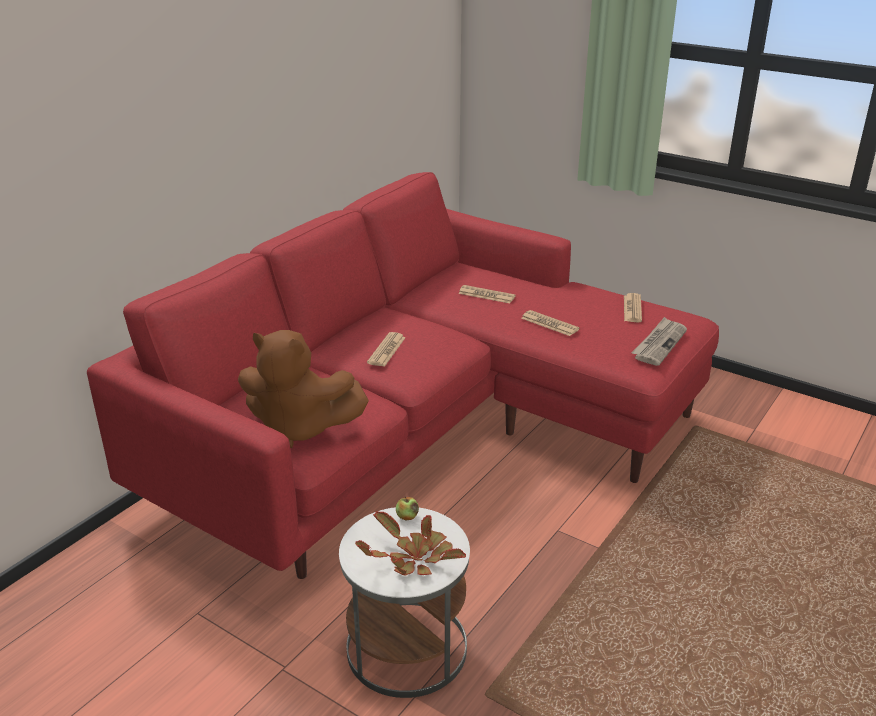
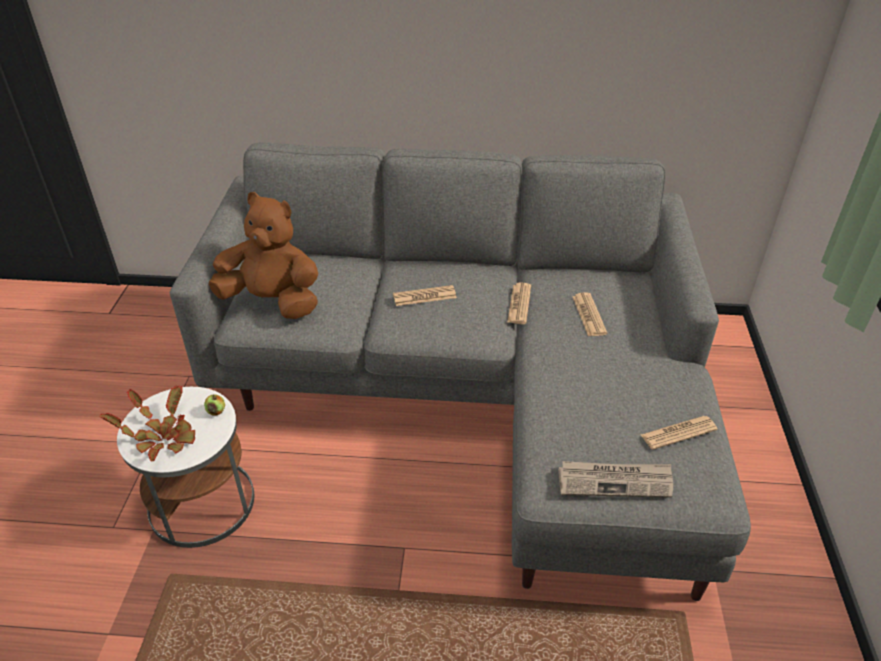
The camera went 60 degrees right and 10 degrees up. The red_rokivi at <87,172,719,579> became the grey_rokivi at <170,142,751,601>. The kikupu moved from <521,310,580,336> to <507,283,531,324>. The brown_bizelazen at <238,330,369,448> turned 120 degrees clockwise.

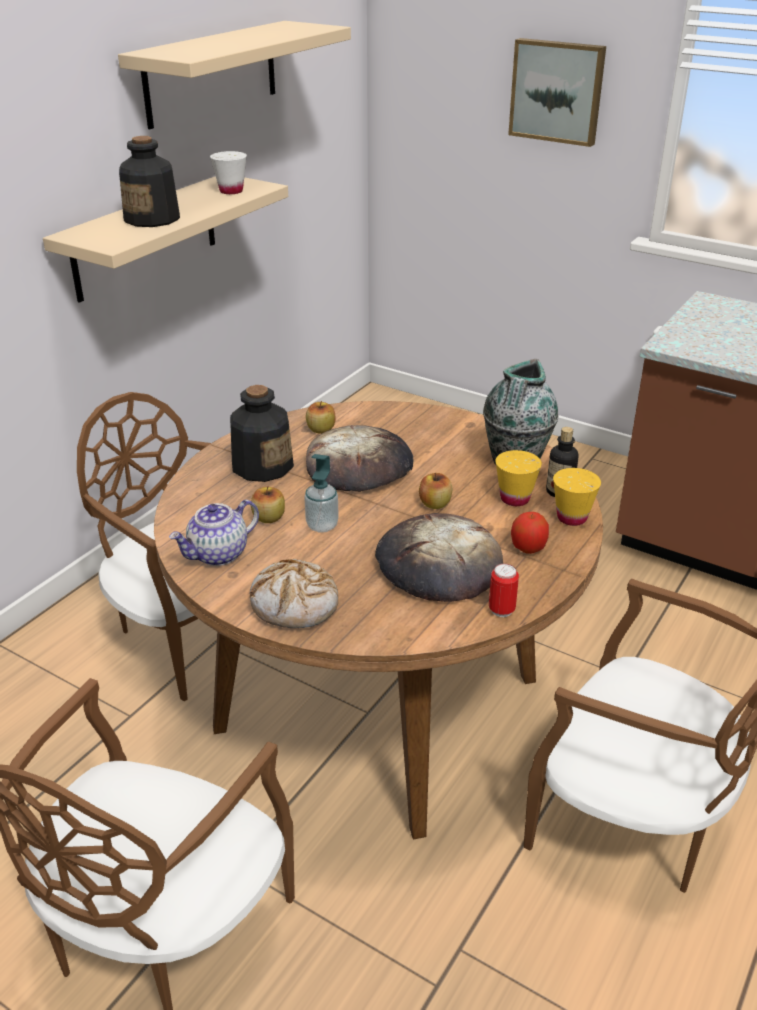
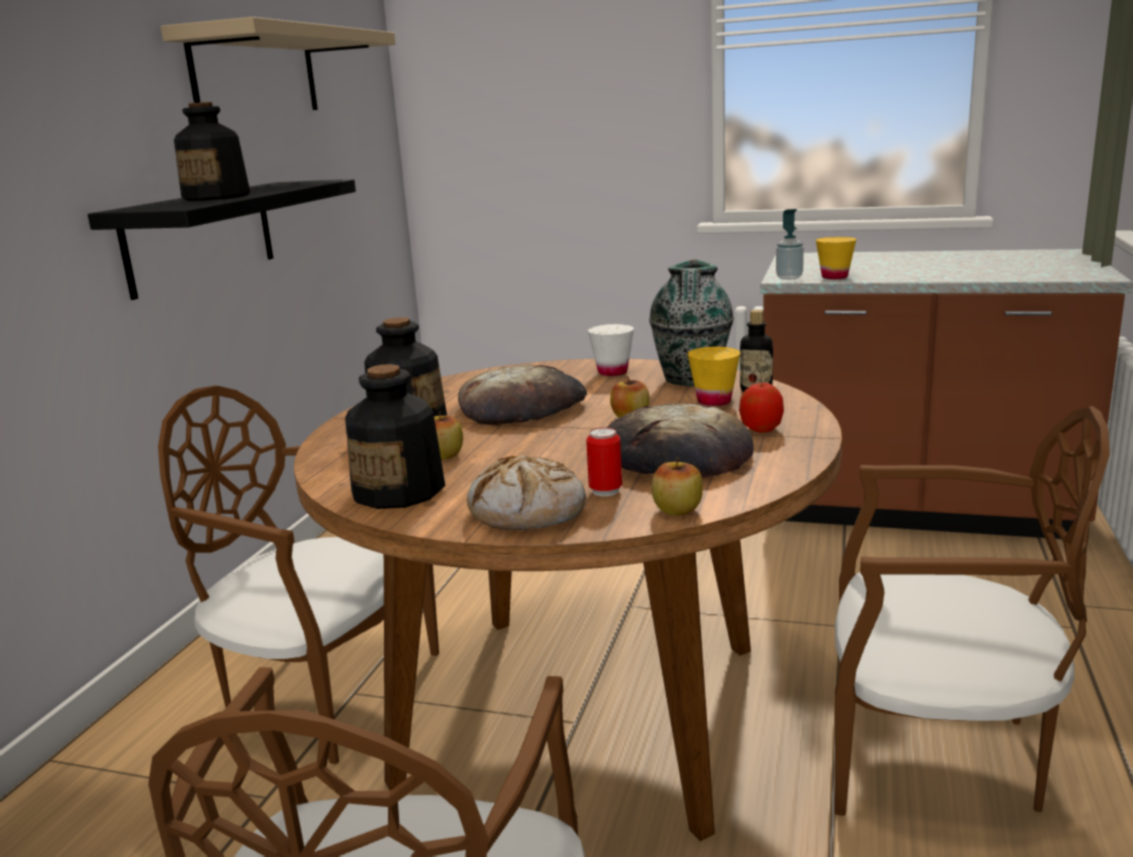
The camera went 15 degrees left and 15 degrees down. The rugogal at <508,38,606,147> disappeared. The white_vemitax moved from <210,151,247,194> to <588,324,634,376>. The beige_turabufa at <43,176,288,303> became the black_turabufa at <88,179,356,300>. The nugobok moved from <306,401,335,434> to <651,458,703,515>. The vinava moved from <304,454,339,533> to <776,209,804,280>. The yellow_vemitax moved from <553,468,601,526> to <816,237,856,279>. The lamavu at <169,500,259,566> was replaced by the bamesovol at <345,364,445,509>. The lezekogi moved from <489,564,519,617> to <586,427,622,496>.

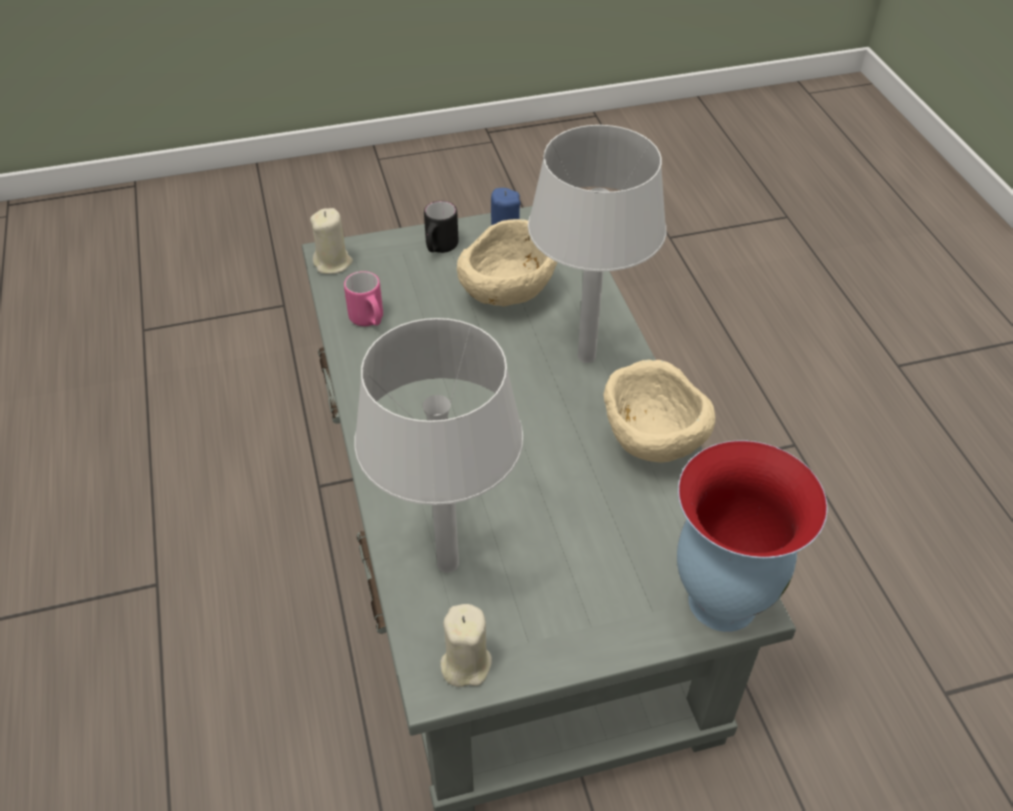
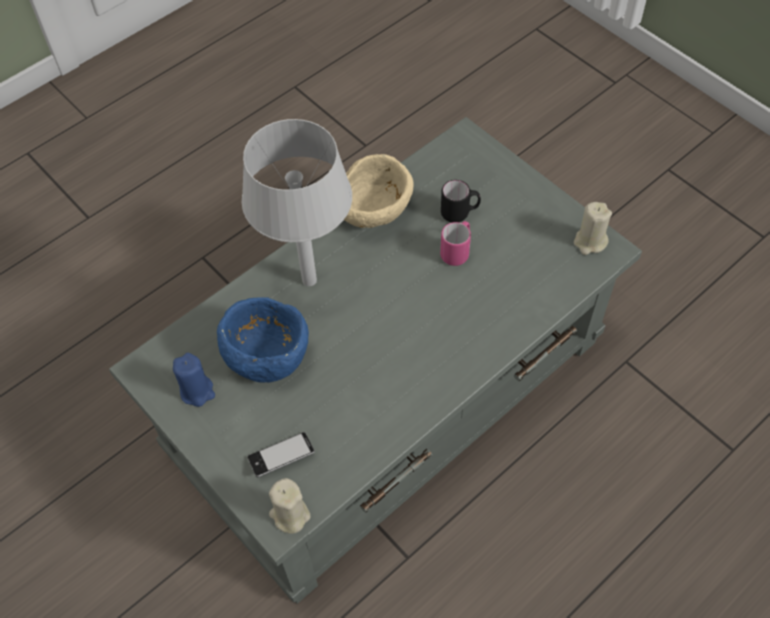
The camera went 115 degrees left and 10 degrees up. The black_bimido moved from <424,201,458,253> to <441,180,481,223>. The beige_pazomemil at <457,219,557,307> became the blue_pazomemil at <217,297,309,382>. The pink_bimido moved from <344,271,383,326> to <440,221,471,266>. The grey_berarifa at <354,318,524,573> disappeared. The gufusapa at <677,440,828,632> disappeared. The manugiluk at <248,432,315,477> appeared.

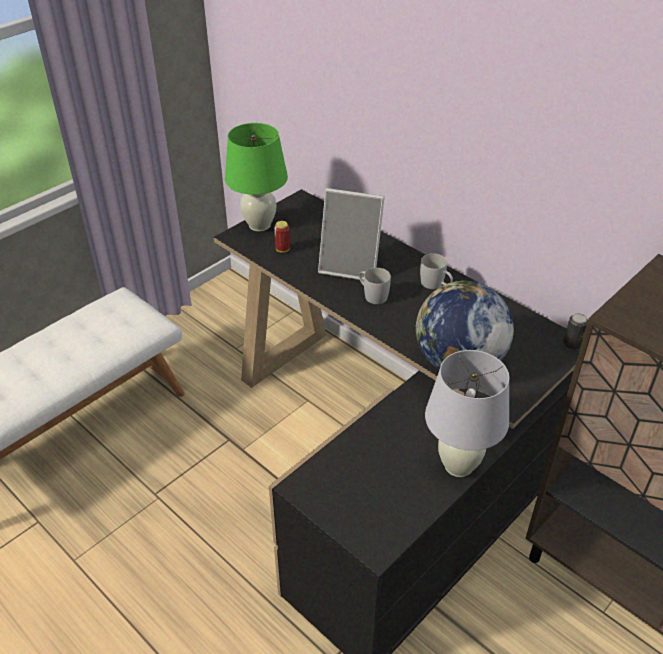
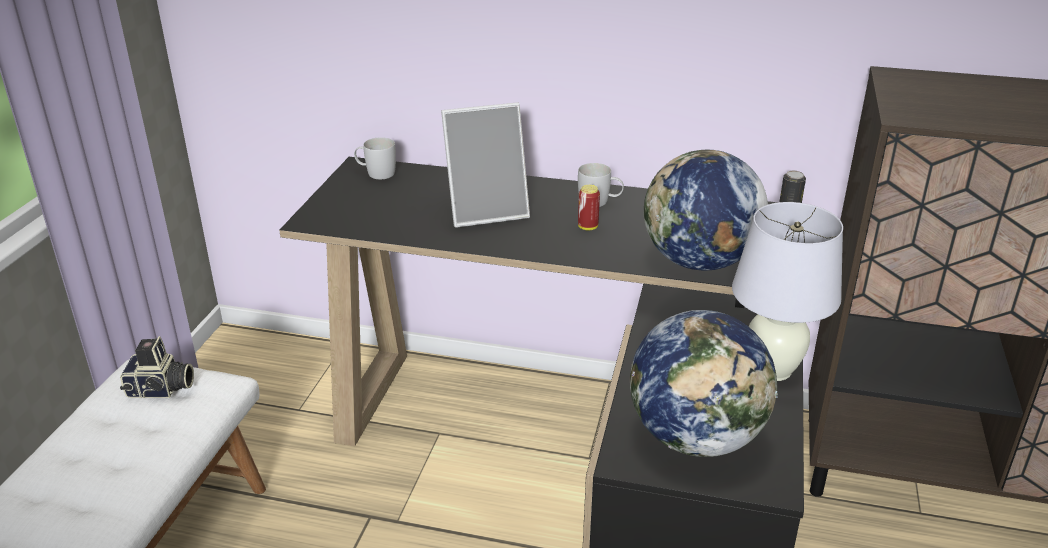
The camera went 30 degrees left and 10 degrees down. The green_berarifa at <225,123,288,231> disappeared. The lezekogi moved from <274,221,290,253> to <578,185,600,231>. The white_bimido moved from <359,268,391,304> to <354,137,396,179>. The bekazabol at <630,310,778,457> appeared. The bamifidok at <120,336,194,398> appeared.

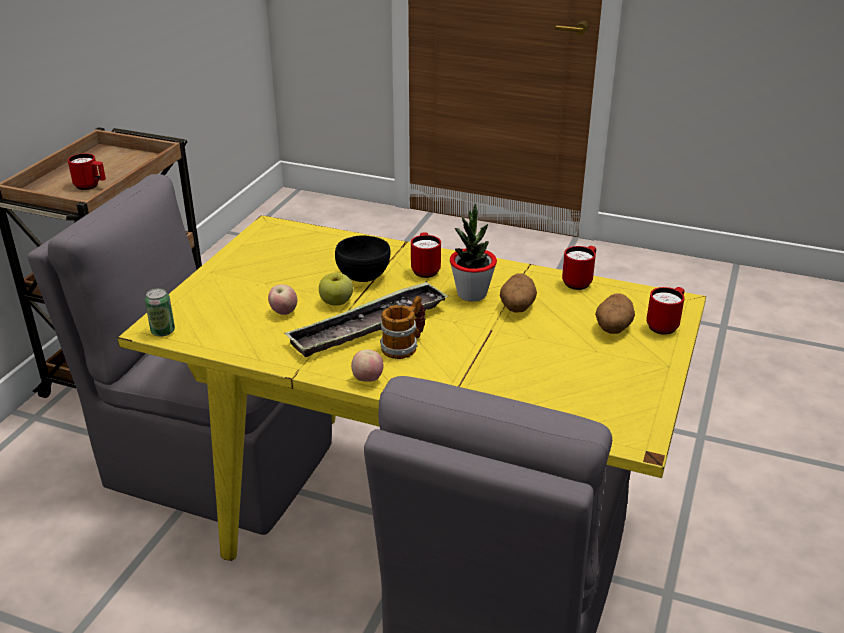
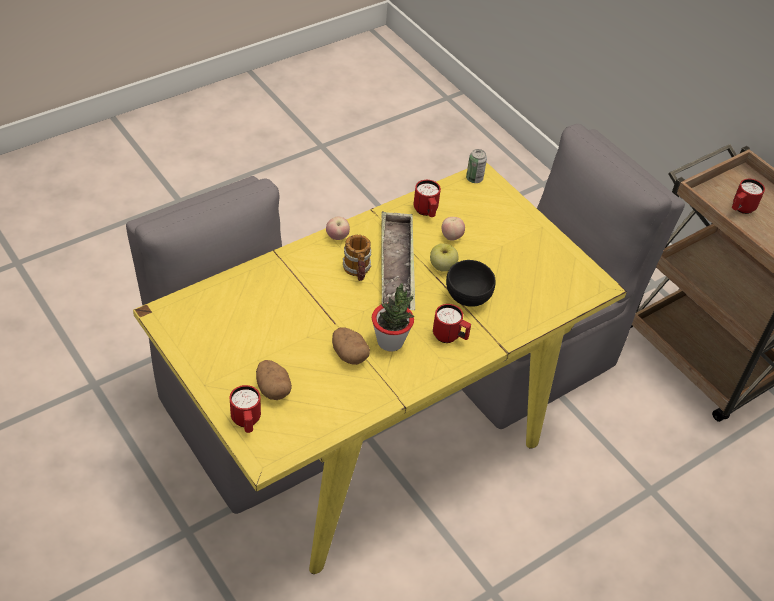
The camera went 120 degrees right and 15 degrees up. The red_bimido moved from <562,246,596,290> to <414,180,441,217>.

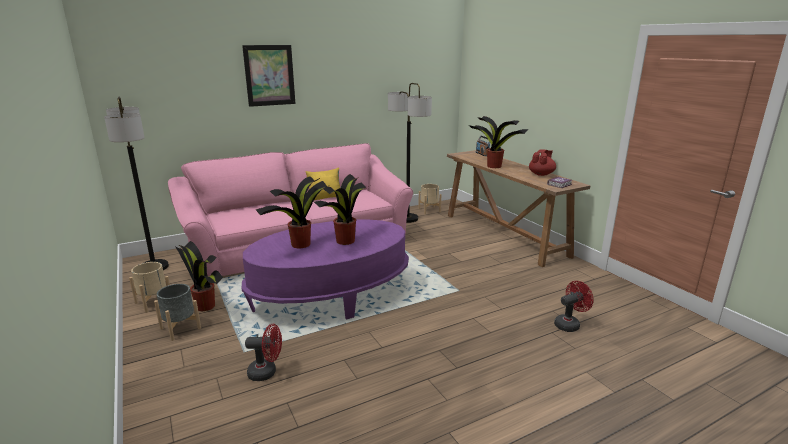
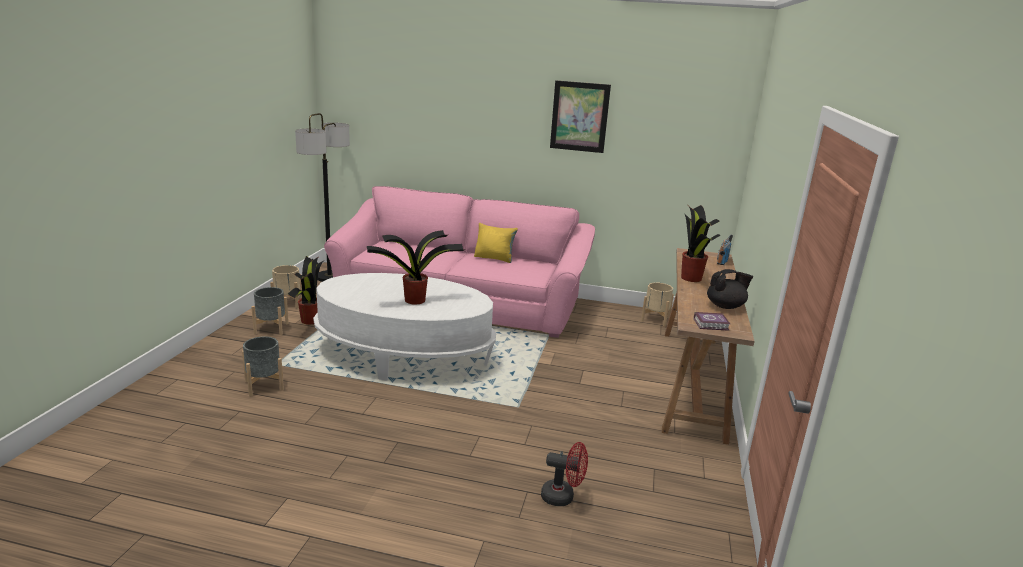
The camera went 40 degrees right and 0 degrees up. The rugogal moved from <242,45,295,107> to <550,80,611,153>. The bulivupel at <388,83,432,223> disappeared. The red_lamavu at <529,149,556,176> became the black_lamavu at <707,269,753,309>. The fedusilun at <256,176,329,248> disappeared. The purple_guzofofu at <242,219,409,319> became the white_guzofofu at <313,273,496,381>. The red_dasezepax at <245,324,282,381> was replaced by the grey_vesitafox at <242,336,284,396>.

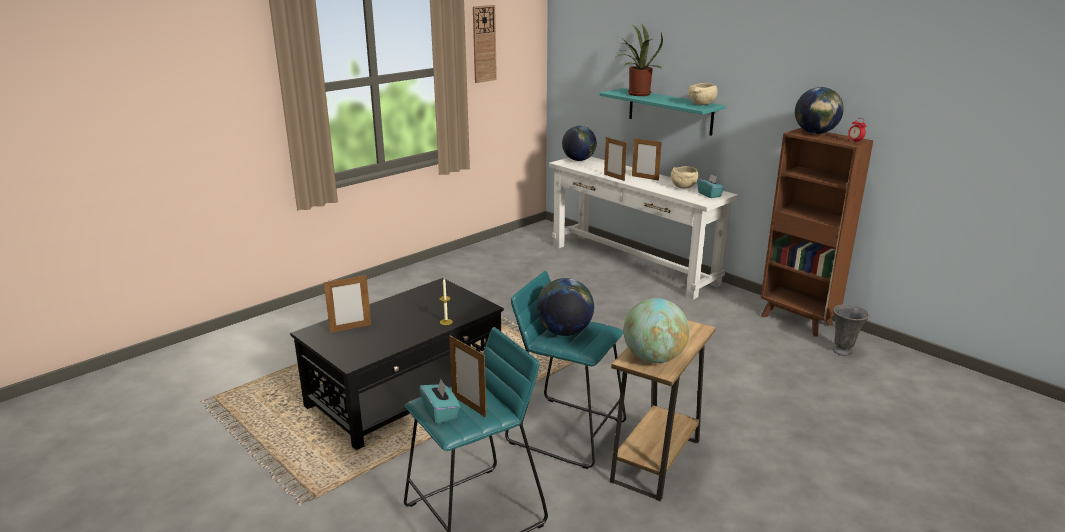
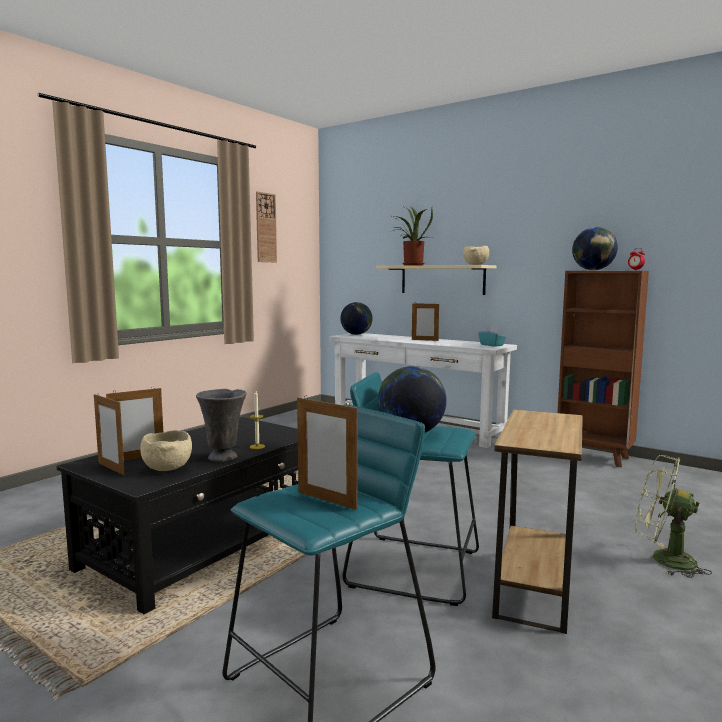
The camera went 10 degrees left and 15 degrees down. The turquoise_turabufa at <599,88,725,136> became the beige_turabufa at <376,265,497,295>. The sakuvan moved from <604,137,627,181> to <94,393,125,475>. The beige_pazomemil moved from <671,166,699,189> to <140,430,192,471>. The bekazabol at <623,298,689,363> disappeared. The grey_gufusapa moved from <833,304,870,356> to <196,389,247,462>. The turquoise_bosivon at <420,379,460,424> disappeared. The green_dasezepax at <635,455,712,578> appeared.

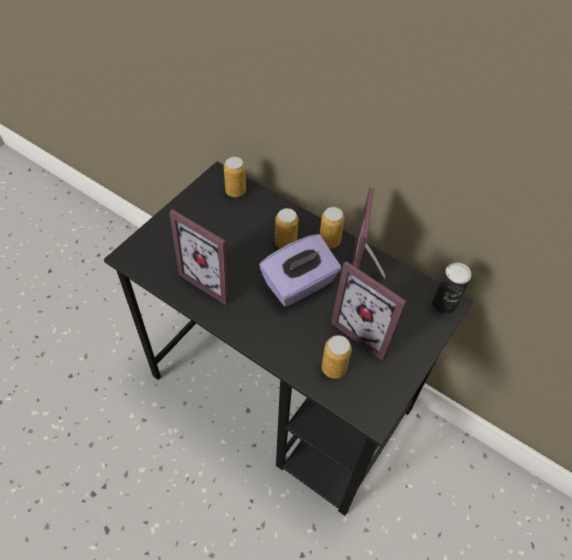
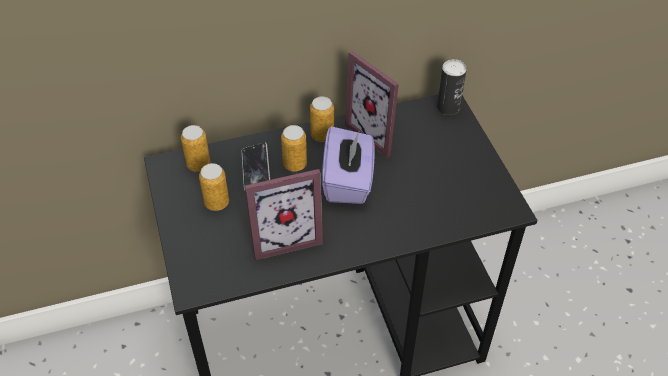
The camera went 50 degrees left and 5 degrees down. The sakuvan at <331,261,407,360> disappeared. The lezekogi moved from <322,335,352,379> to <199,163,229,211>. The manugiluk at <242,143,270,190> appeared.

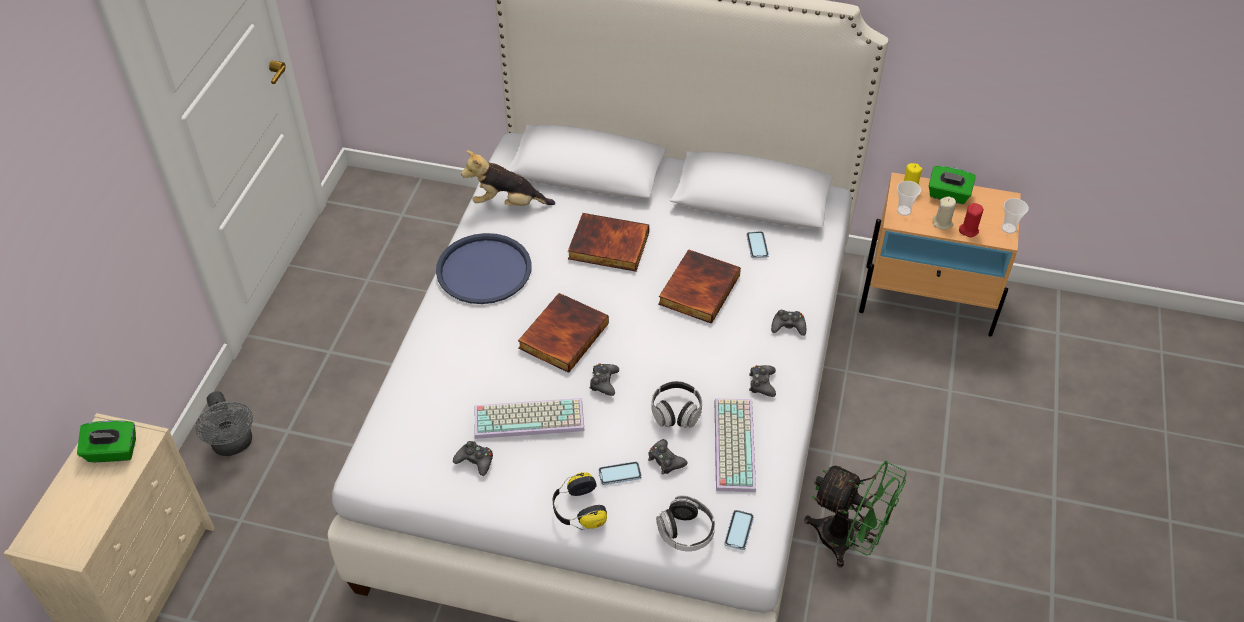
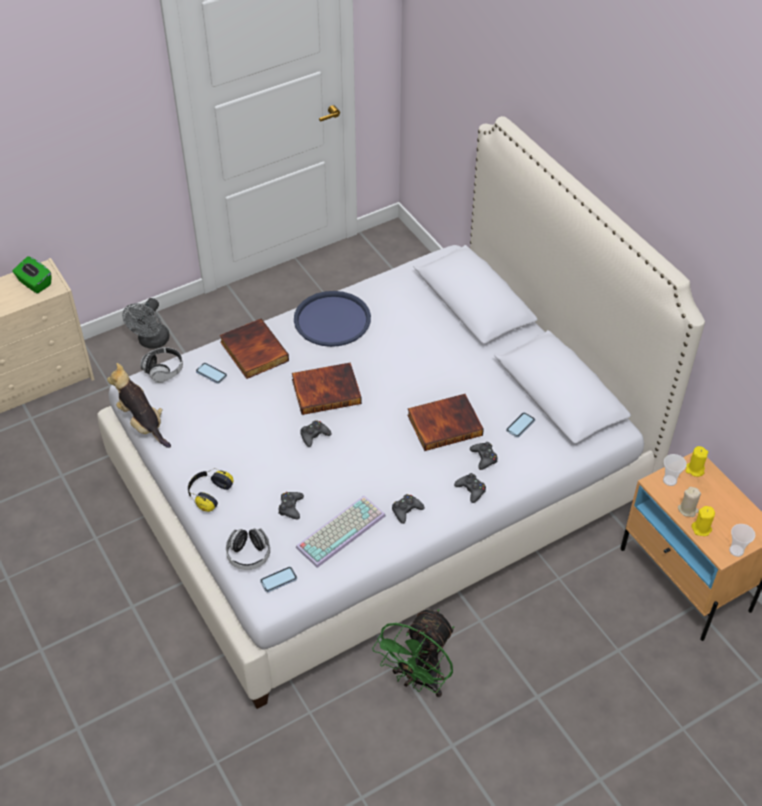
The camera went 45 degrees right and 0 degrees up. The bizelazen moved from <461,150,555,206> to <107,363,171,448>. The green_bosivon at <929,166,976,204> disappeared. The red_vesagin at <959,203,983,237> became the yellow_vesagin at <692,506,715,536>. The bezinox moved from <568,213,649,272> to <220,319,289,379>. The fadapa moved from <651,381,702,428> to <140,347,183,383>. The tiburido at <475,398,585,439> disappeared. The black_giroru moved from <453,441,493,476> to <470,442,498,470>. The green_dasezepax at <804,461,907,568> turned 45 degrees clockwise. The manugiluk moved from <598,462,642,485> to <196,363,227,384>.

